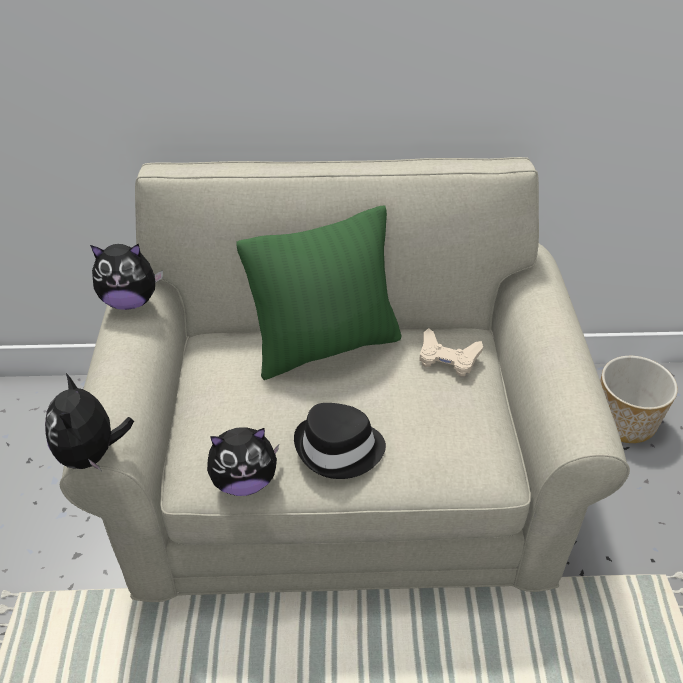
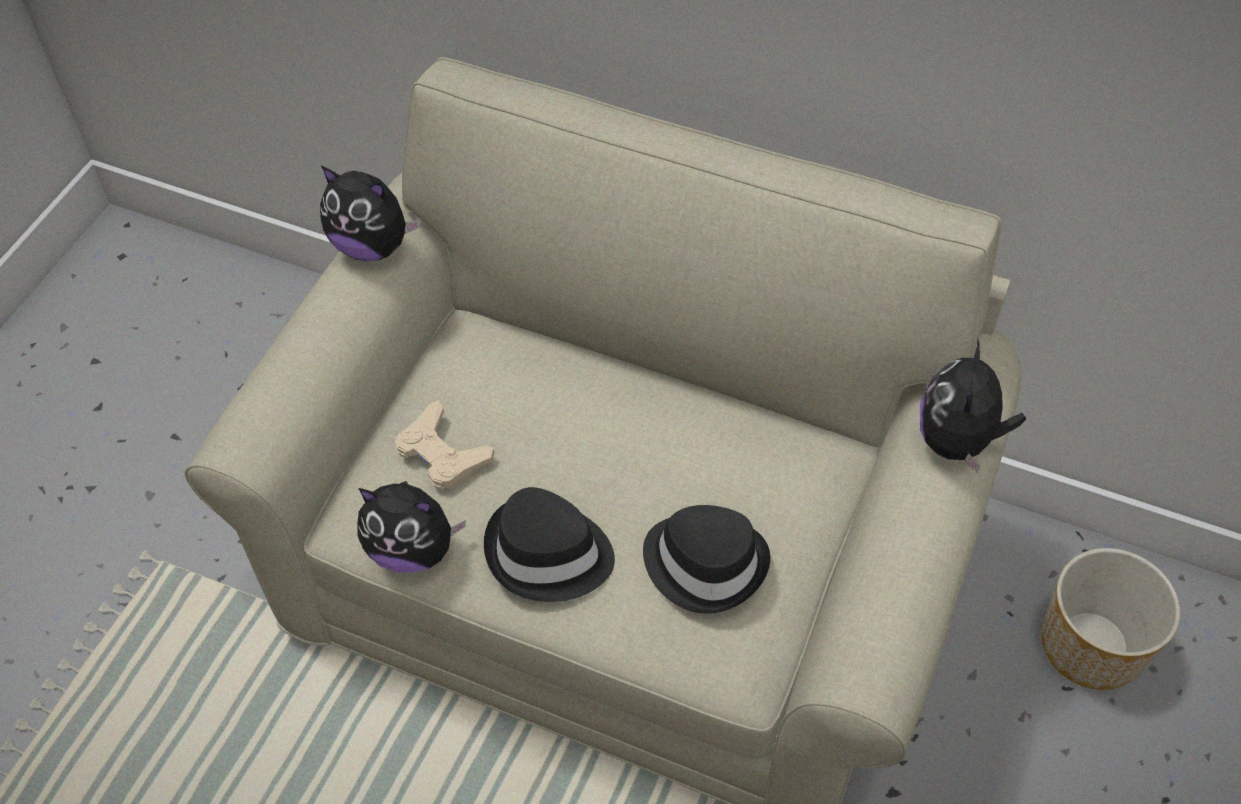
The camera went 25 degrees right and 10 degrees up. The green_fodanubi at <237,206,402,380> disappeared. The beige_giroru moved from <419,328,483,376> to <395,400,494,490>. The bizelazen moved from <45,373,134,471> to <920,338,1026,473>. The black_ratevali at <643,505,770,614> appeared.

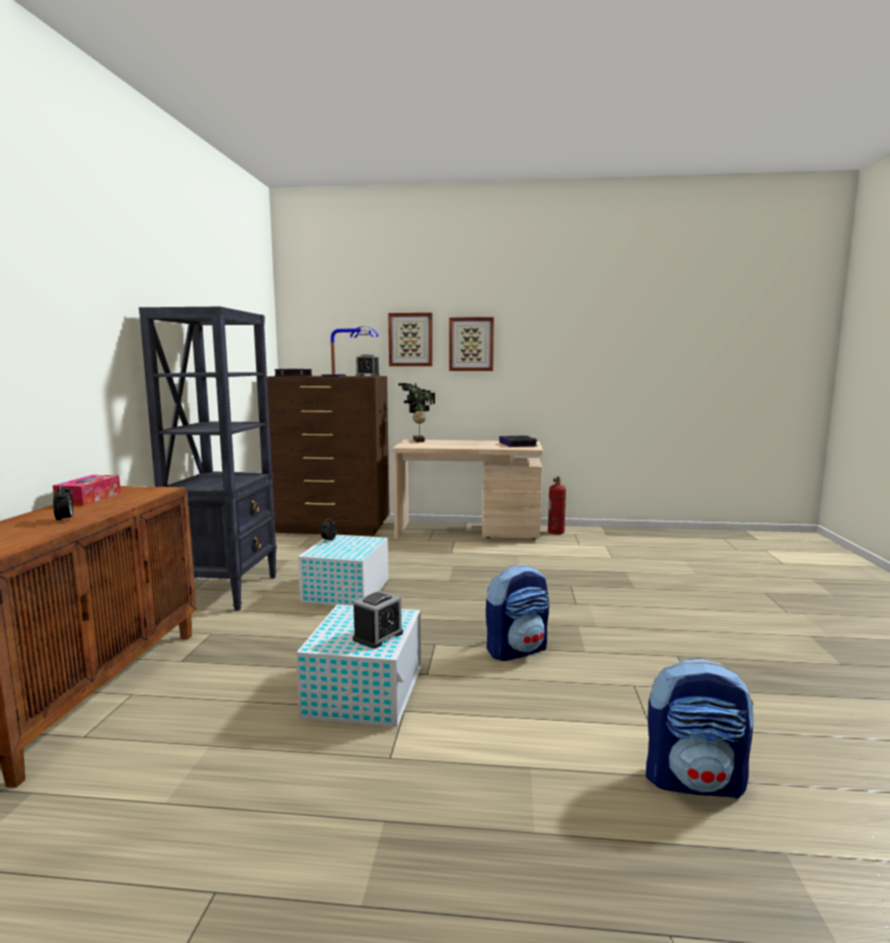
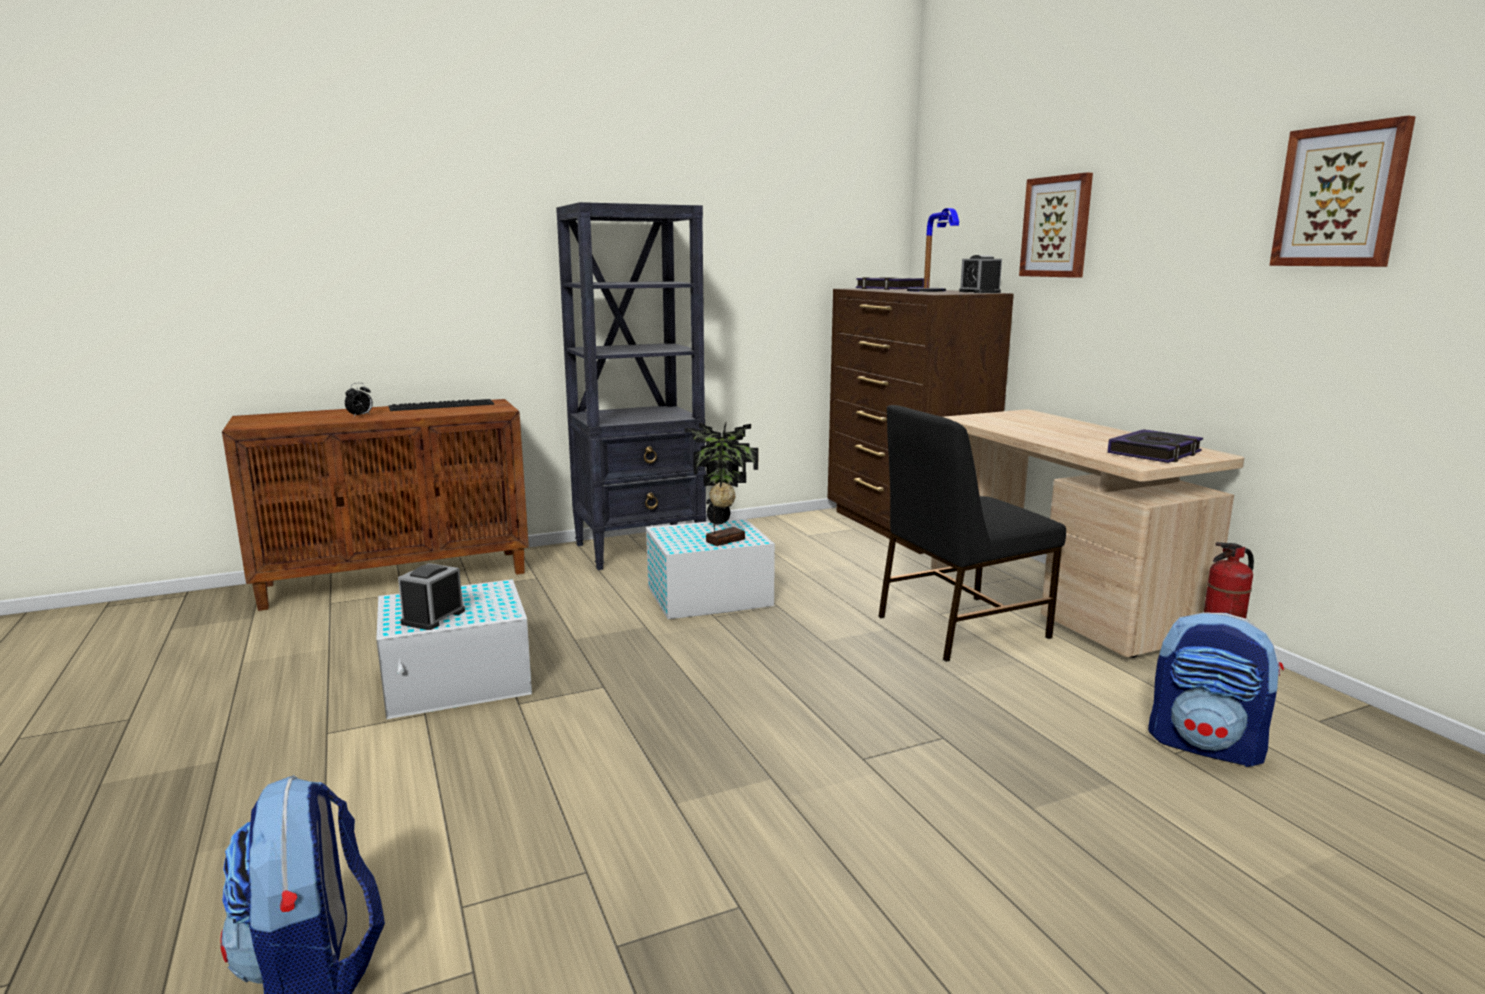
The camera went 60 degrees right and 5 degrees up. The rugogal moved from <449,317,494,371> to <1269,116,1416,267>. The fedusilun moved from <398,383,435,442> to <684,423,758,546>. The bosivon at <53,475,121,506> was replaced by the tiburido at <388,399,494,411>. The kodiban moved from <486,565,549,661> to <1148,612,1284,767>. The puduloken at <353,591,403,649> turned 105 degrees clockwise. The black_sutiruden at <878,405,1066,662> appeared.

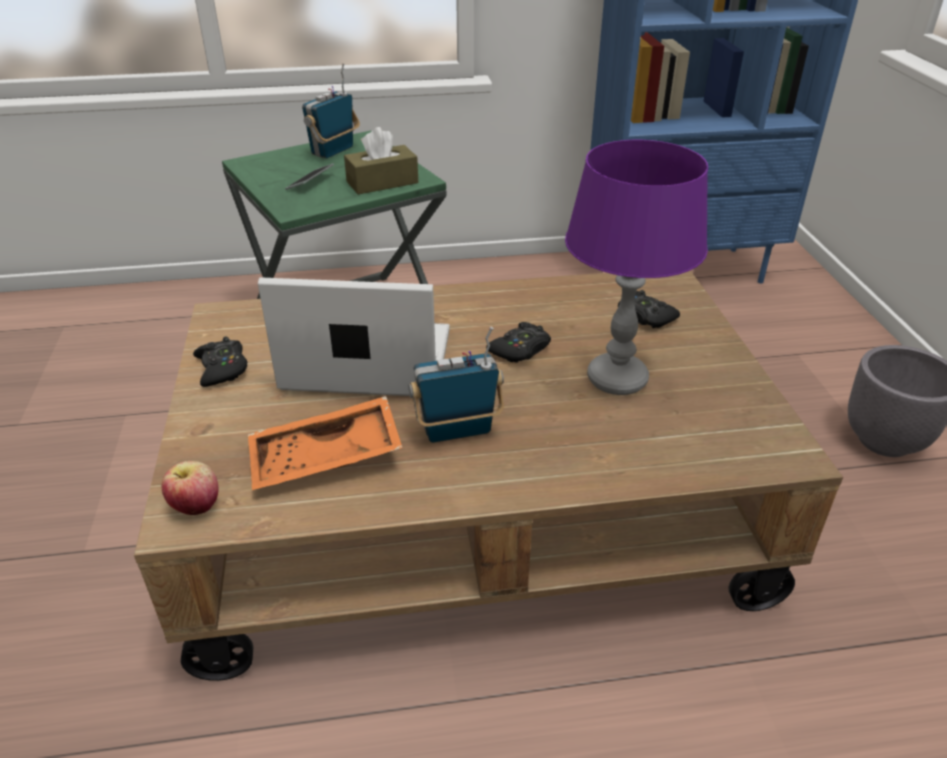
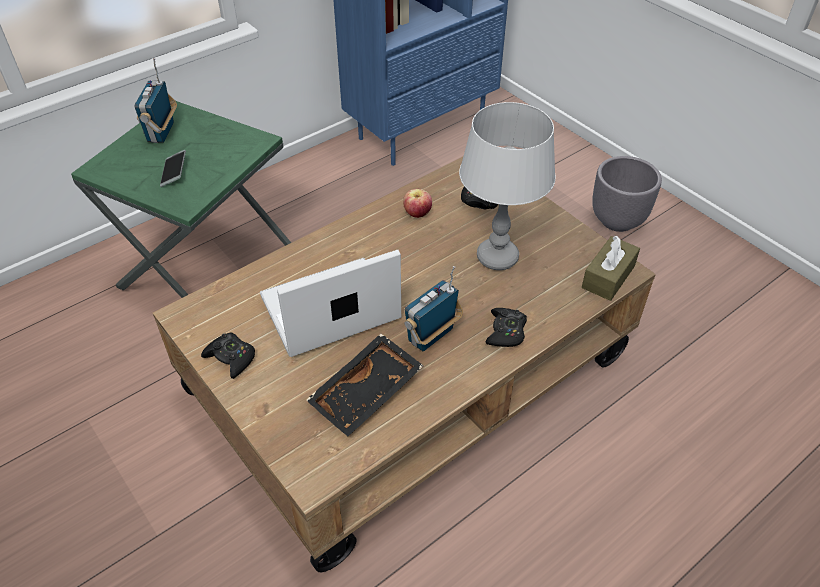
The camera went 30 degrees left and 10 degrees up. The brown_bosivon moved from <344,127,418,194> to <582,236,640,301>. The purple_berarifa at <565,140,708,395> became the grey_berarifa at <459,102,556,270>. The black_giroru moved from <486,322,551,363> to <485,308,527,347>. The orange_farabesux at <248,396,402,490> became the black_farabesux at <306,334,424,436>. The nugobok moved from <162,461,218,515> to <403,189,432,218>.

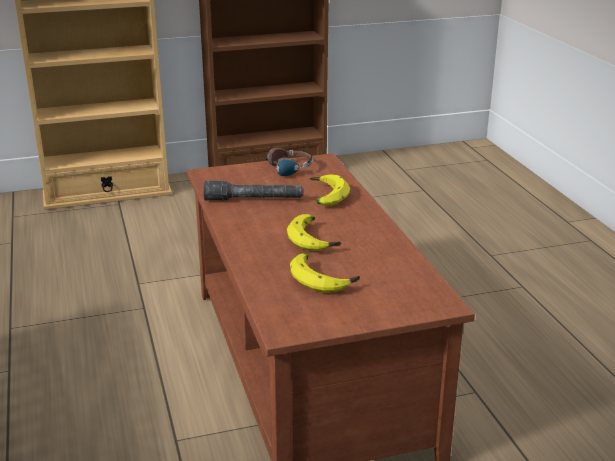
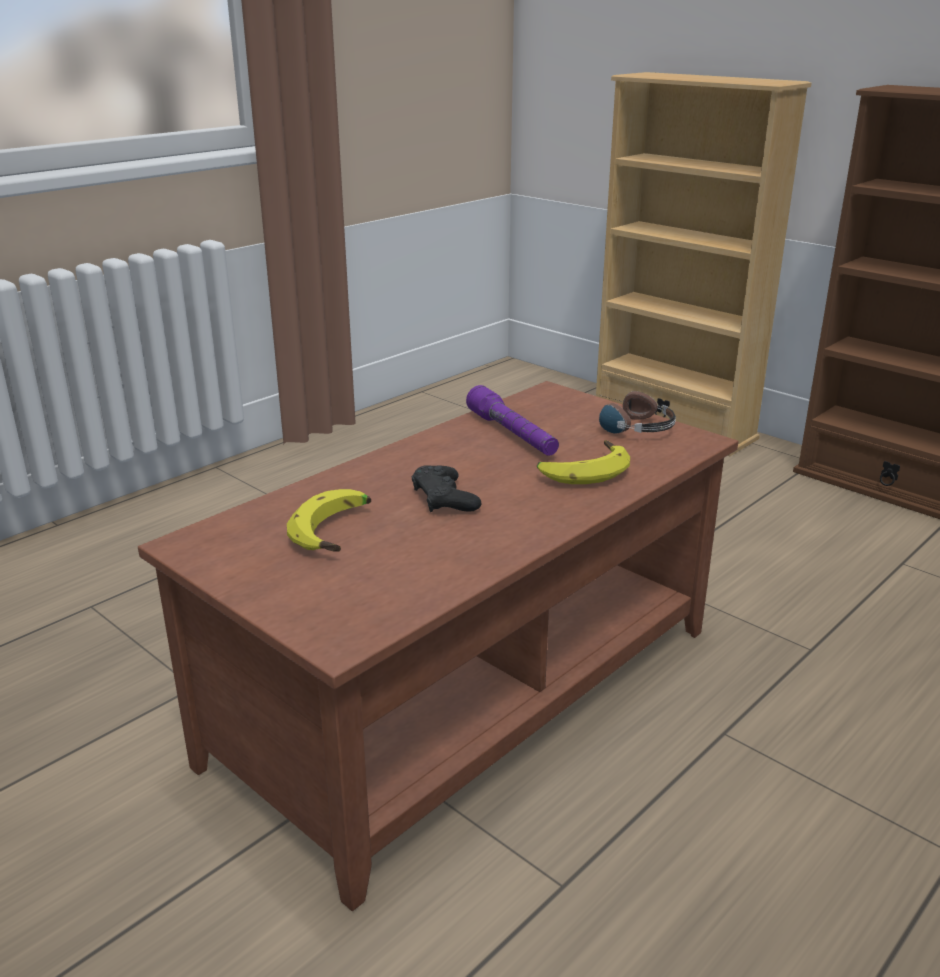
The camera went 60 degrees right and 0 degrees up. The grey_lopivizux at <203,181,303,201> became the purple_lopivizux at <466,385,559,456>. The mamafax at <287,214,341,251> was replaced by the black_giroru at <412,465,481,512>.

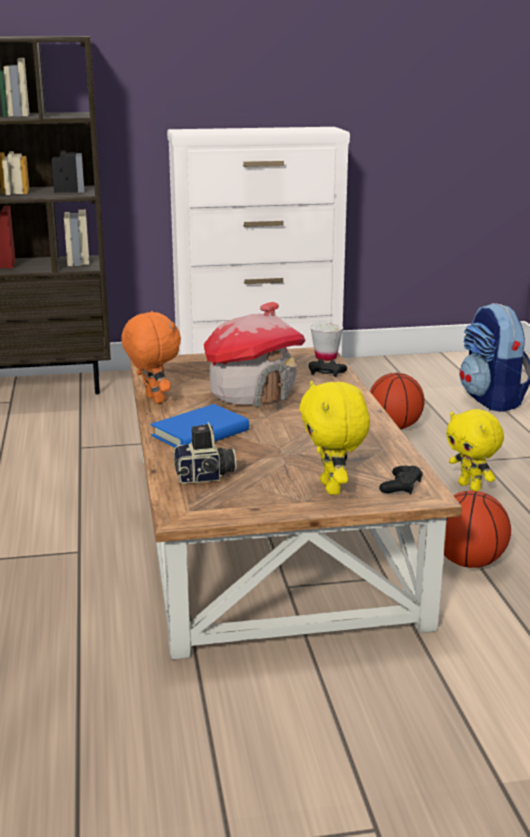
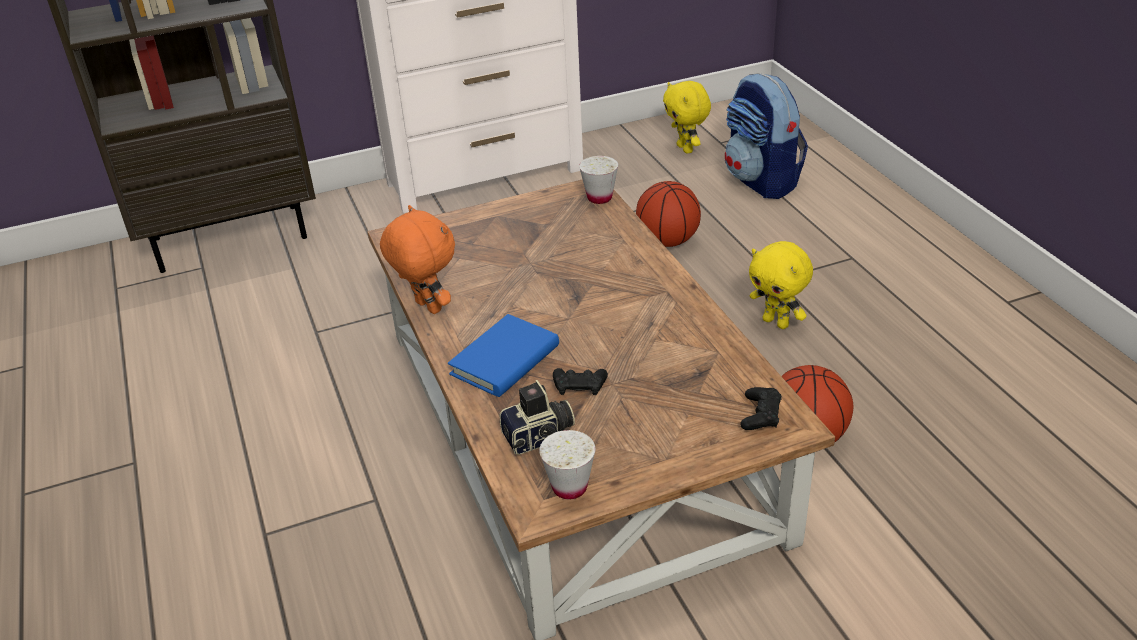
The camera went 10 degrees left and 15 degrees up. The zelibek at <204,302,306,407> disappeared. The black_giroru moved from <309,359,347,377> to <553,368,608,395>. The yellow_bizelazen moved from <299,381,370,495> to <663,81,711,154>. The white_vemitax at <539,430,595,499> appeared.

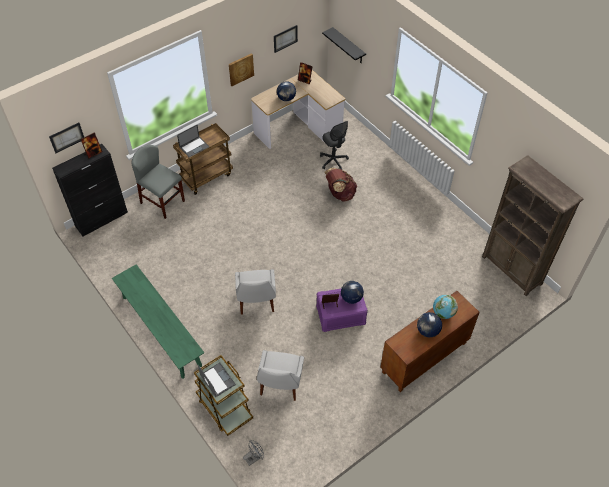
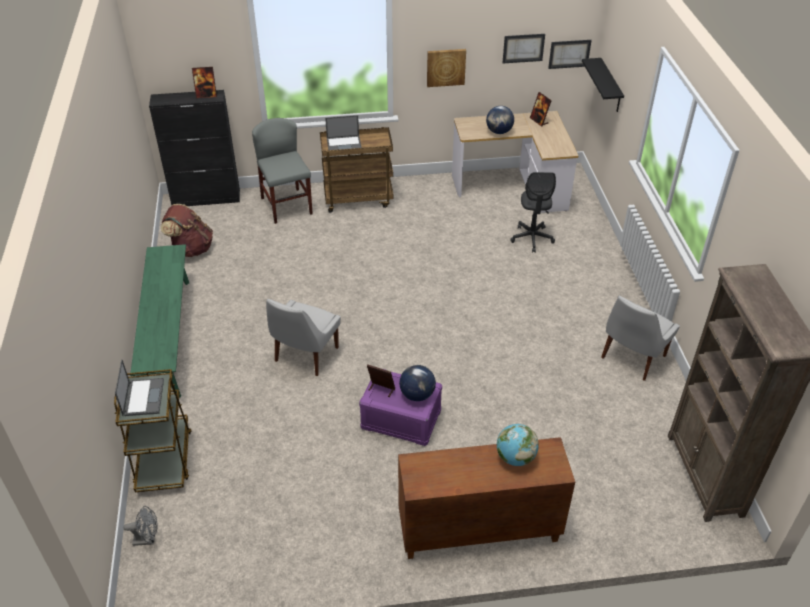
The camera went 30 degrees right and 10 degrees down. The rugogal moved from <49,123,84,153> to <548,40,592,69>. The brown_kodiban moved from <324,167,357,202> to <161,204,213,257>. The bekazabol at <417,312,442,337> disappeared. The white_sutiruden moved from <257,350,304,401> to <601,296,680,381>.

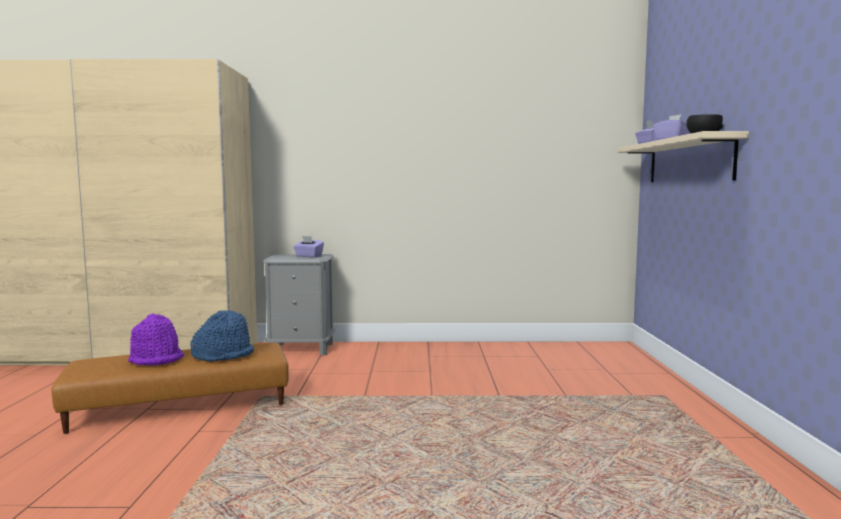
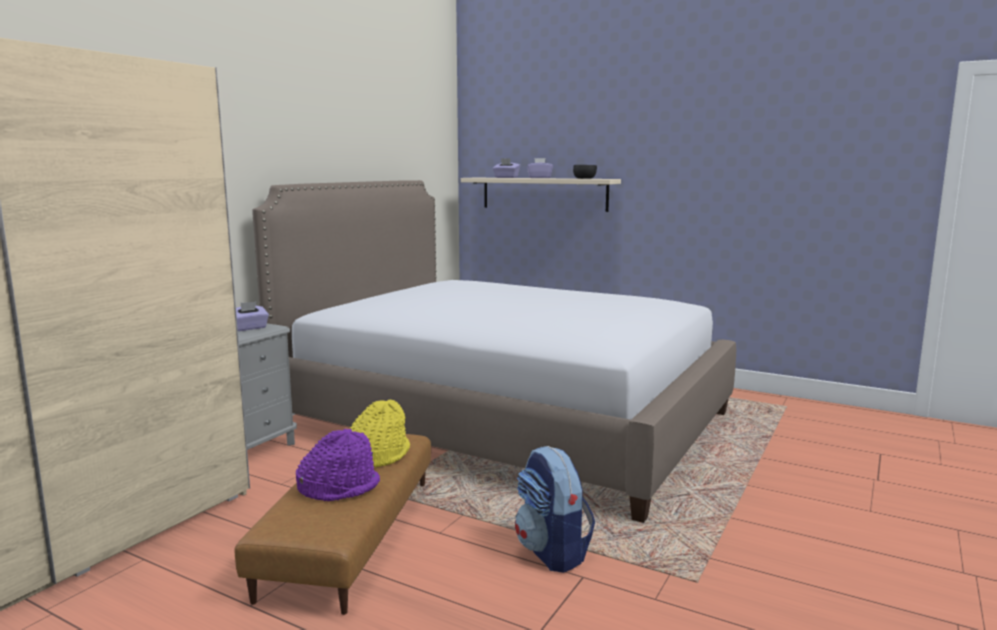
The camera went 60 degrees left and 5 degrees up. The blue_ratevali at <190,310,254,362> became the yellow_ratevali at <349,400,410,467>. The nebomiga at <252,180,736,523> appeared. The kodiban at <515,446,595,573> appeared.

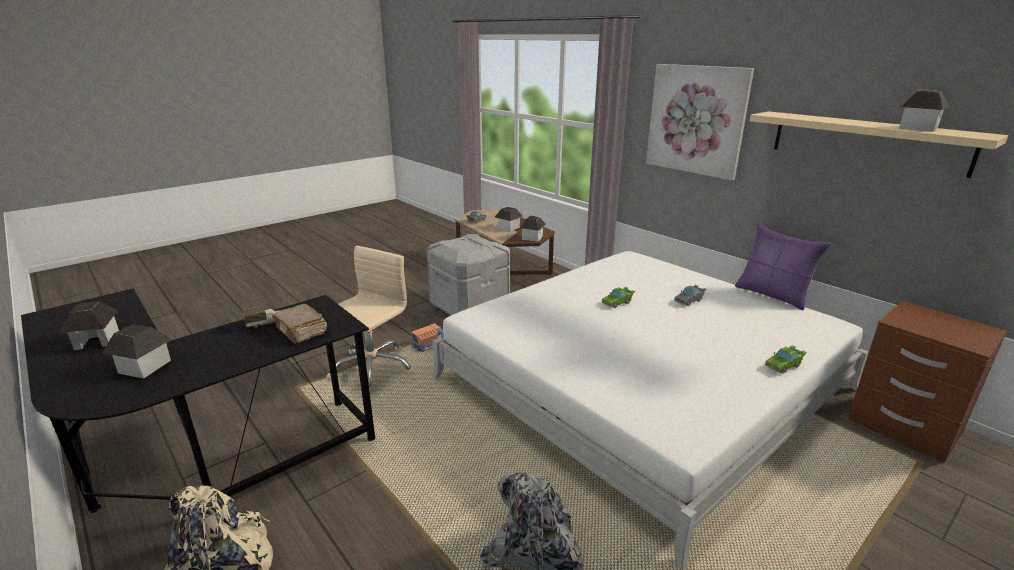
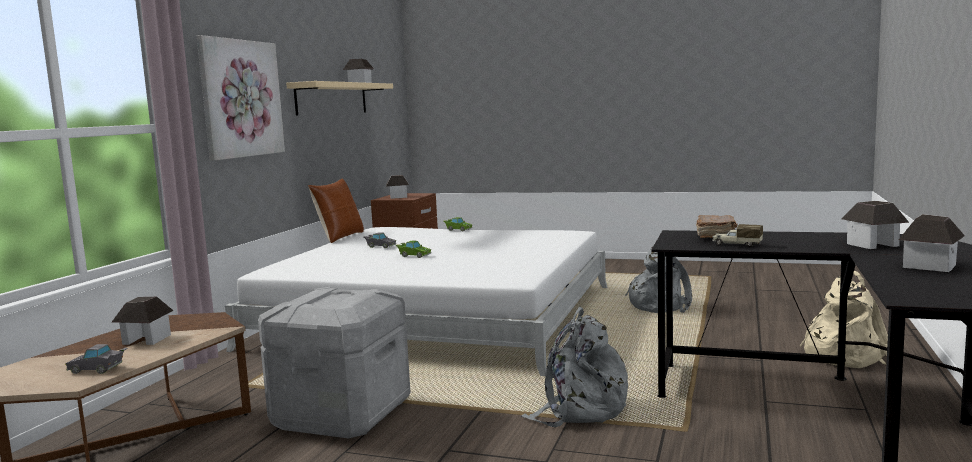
The camera went 120 degrees left and 15 degrees down. The zelibek moved from <520,215,546,242> to <386,175,409,199>. The purple_fodanubi at <735,224,830,310> became the brown_fodanubi at <308,178,364,243>. The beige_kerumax at <327,246,415,394> was replaced by the grey_kodiban at <522,306,628,427>. The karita at <411,323,444,352> disappeared.

